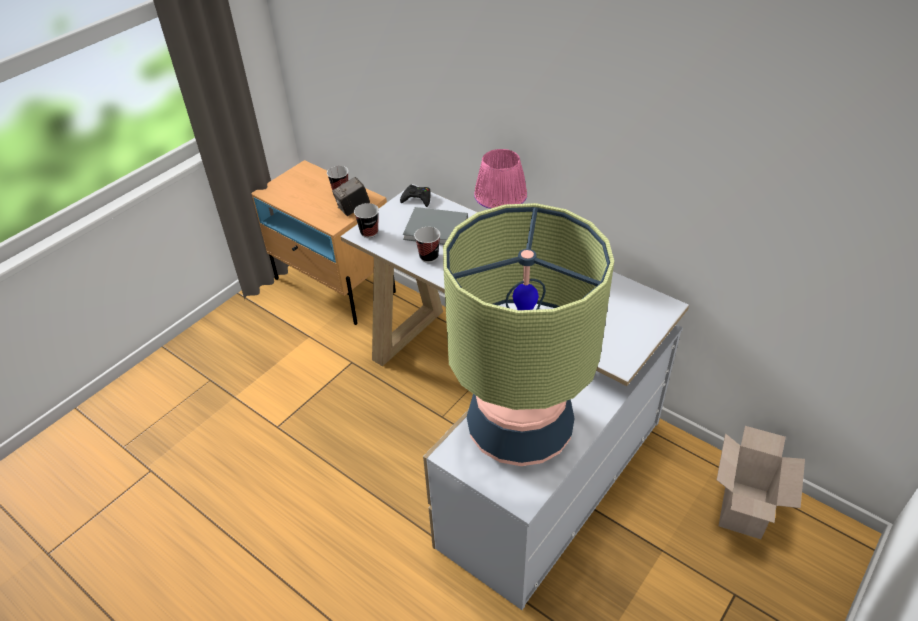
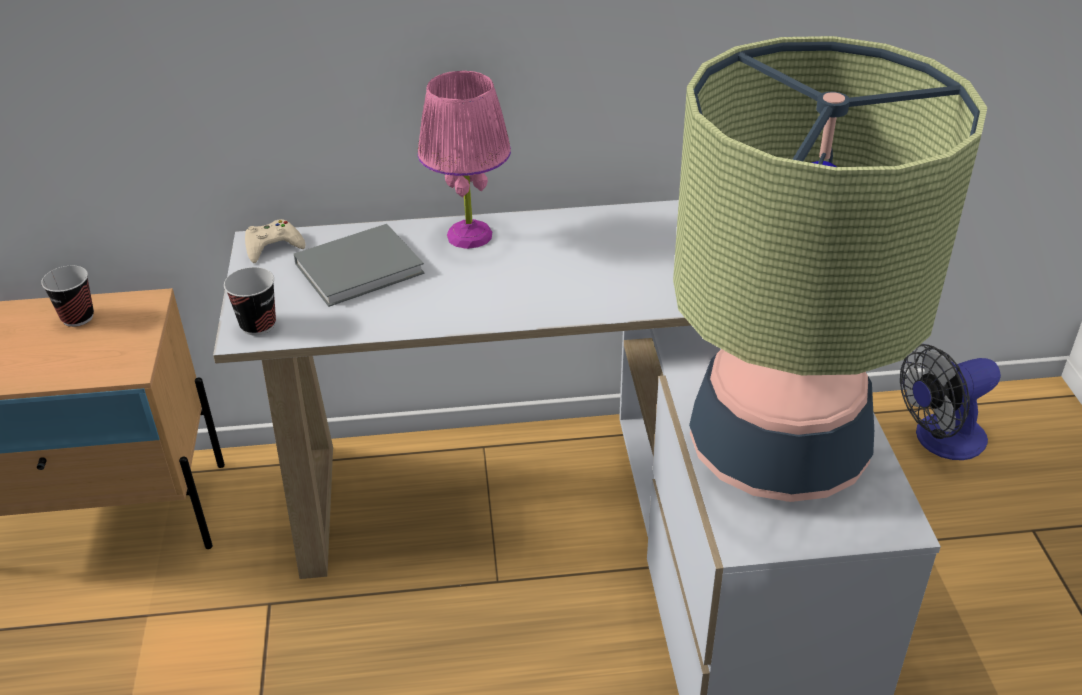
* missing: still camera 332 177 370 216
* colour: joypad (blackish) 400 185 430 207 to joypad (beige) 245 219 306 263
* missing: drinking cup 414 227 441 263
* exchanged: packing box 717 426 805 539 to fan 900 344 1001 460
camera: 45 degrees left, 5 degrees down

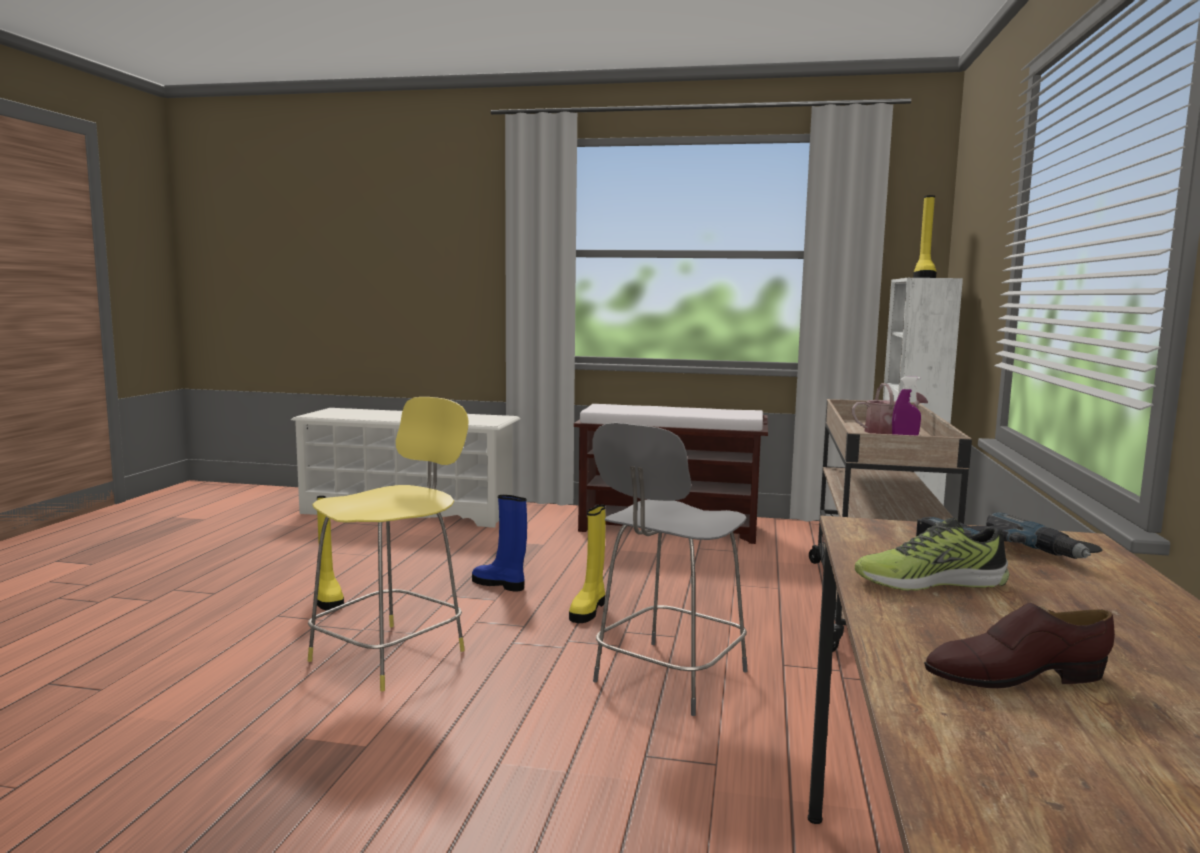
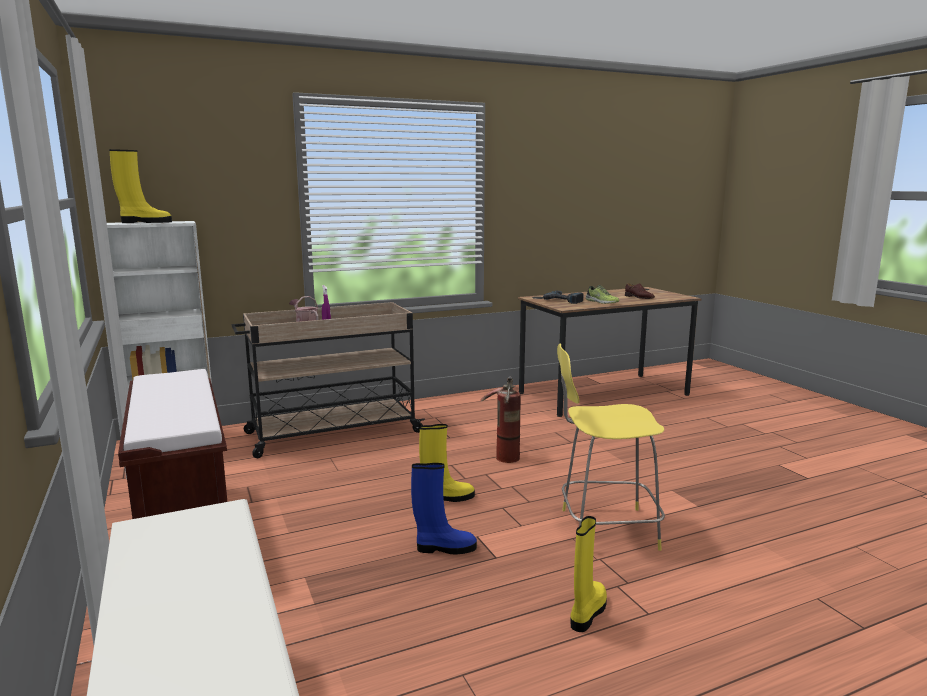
* exchanged: stool (gray) 592 423 748 716 to extinguisher 481 377 521 463
* spun: tall boot (bluish) 472 495 527 592 = 411 463 477 554 90 degrees counterclockwise
camera: 125 degrees left, 5 degrees up

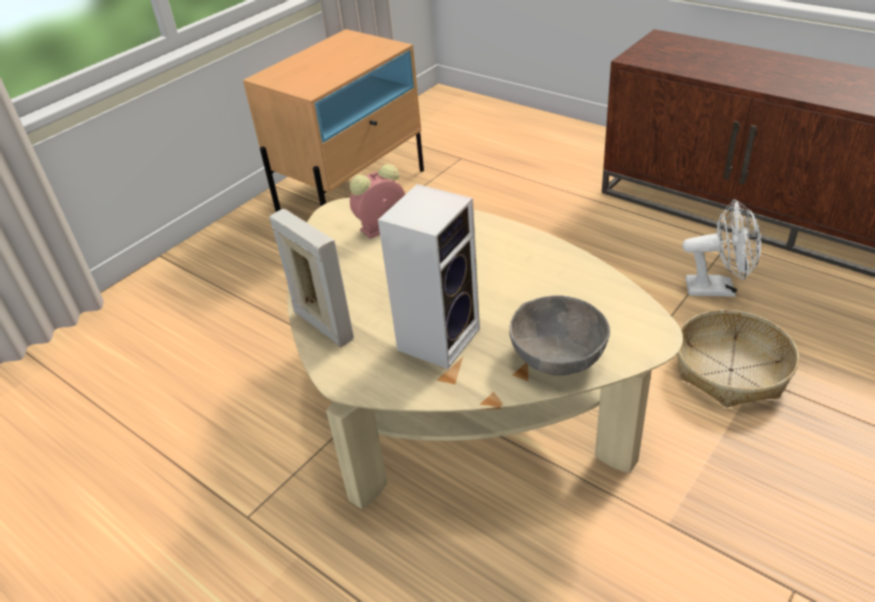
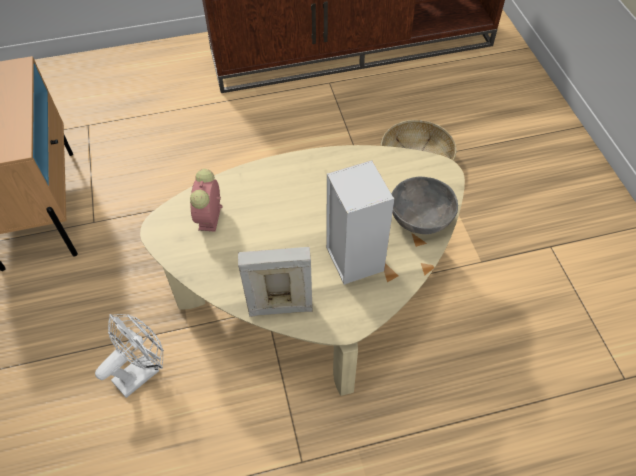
* relocated: fan (white-coloured) 682 199 761 297 to 95 314 164 398
camera: 55 degrees left, 15 degrees up

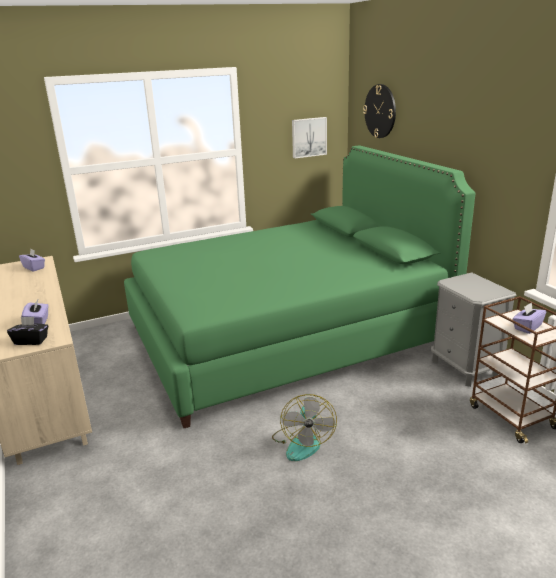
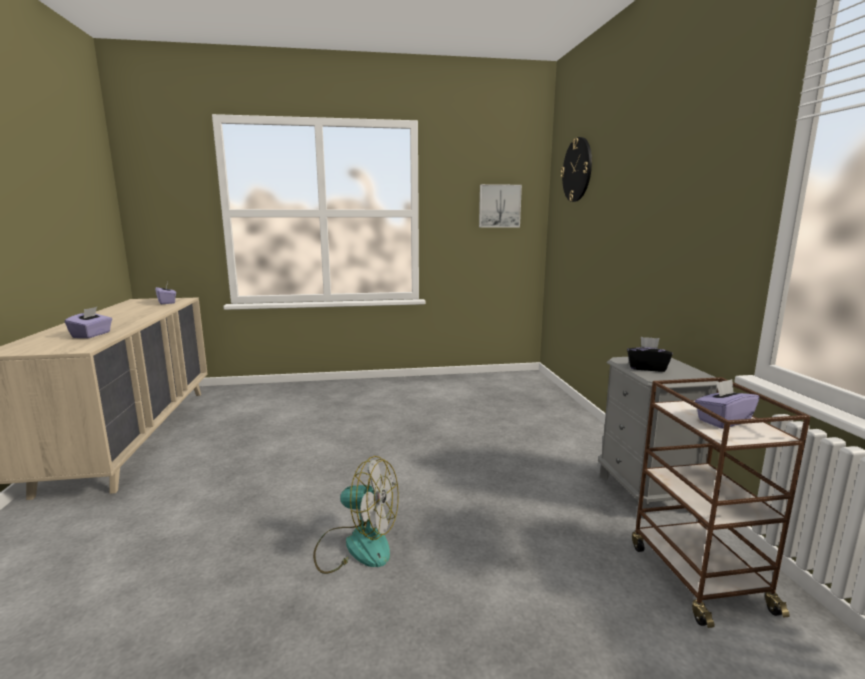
* missing: bedroom bed (green) 124 146 475 428
* relocated: tissue box (blackish) 7 317 48 345 to 627 337 673 372
* spun: fan 272 394 337 461 = 313 456 399 574 90 degrees counterclockwise
camera: 15 degrees right, 10 degrees down

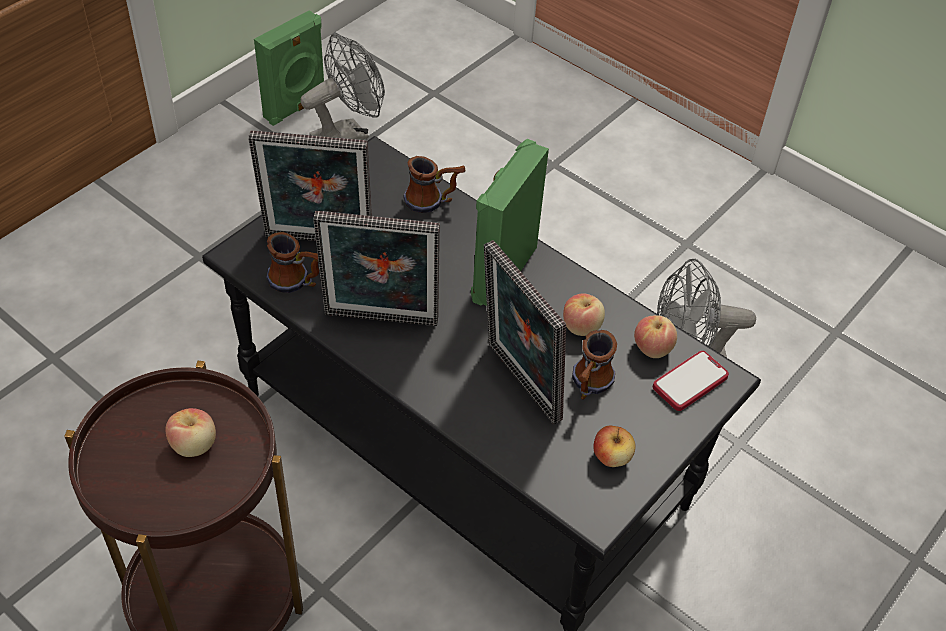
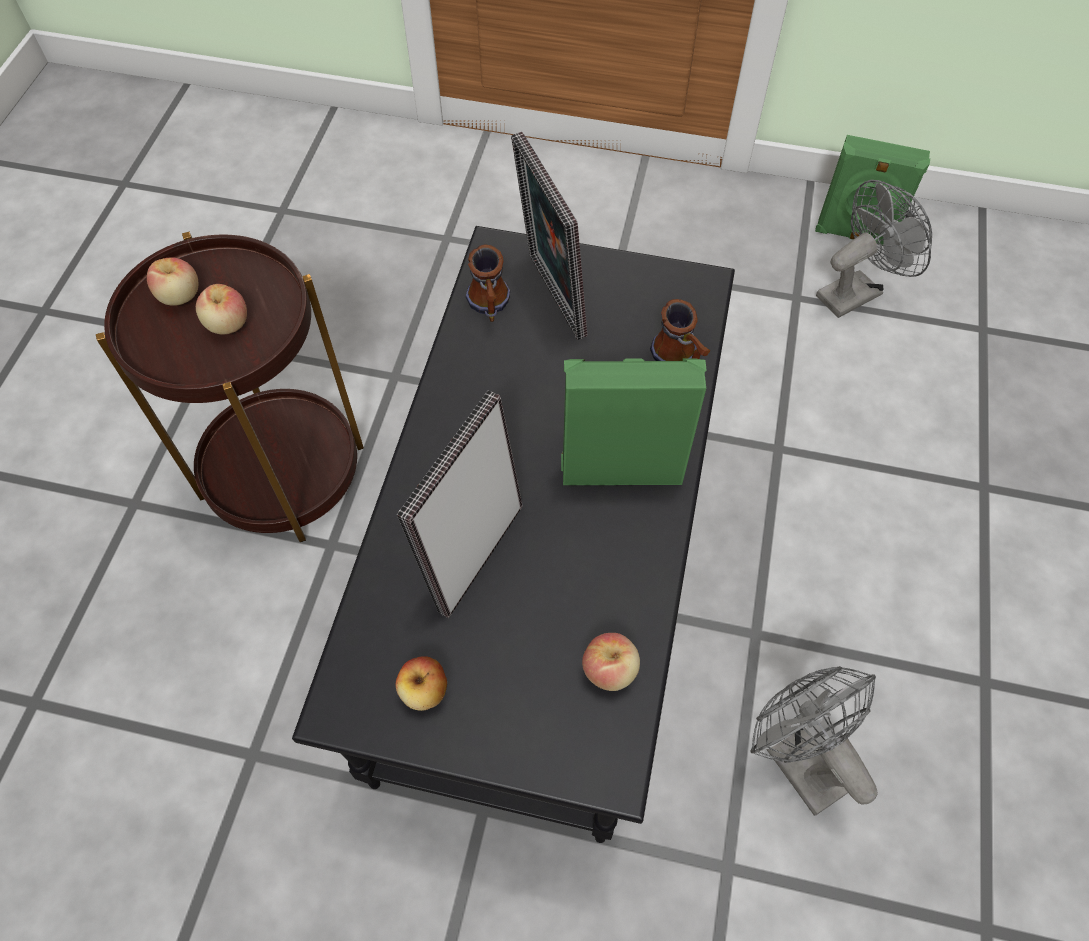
* spun: fan (gray) 300 34 385 140 = 816 180 932 318 60 degrees counterclockwise
* missing: picture frame 313 211 440 326
* relocated: apple fruit 563 293 605 336 to 147 258 198 306
* missing: coffee mug 572 330 617 400
* missing: handset 653 351 729 411
camera: 65 degrees right, 10 degrees up

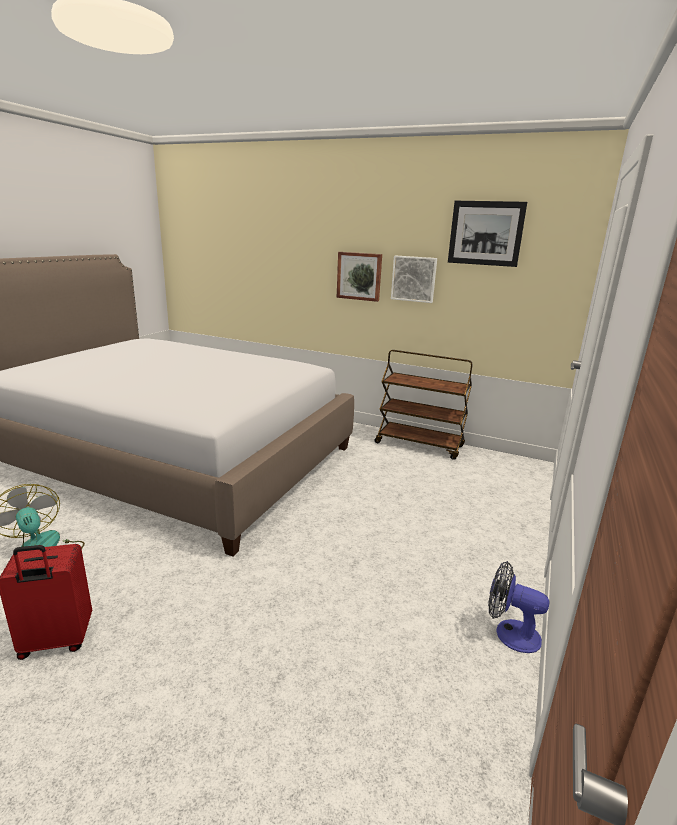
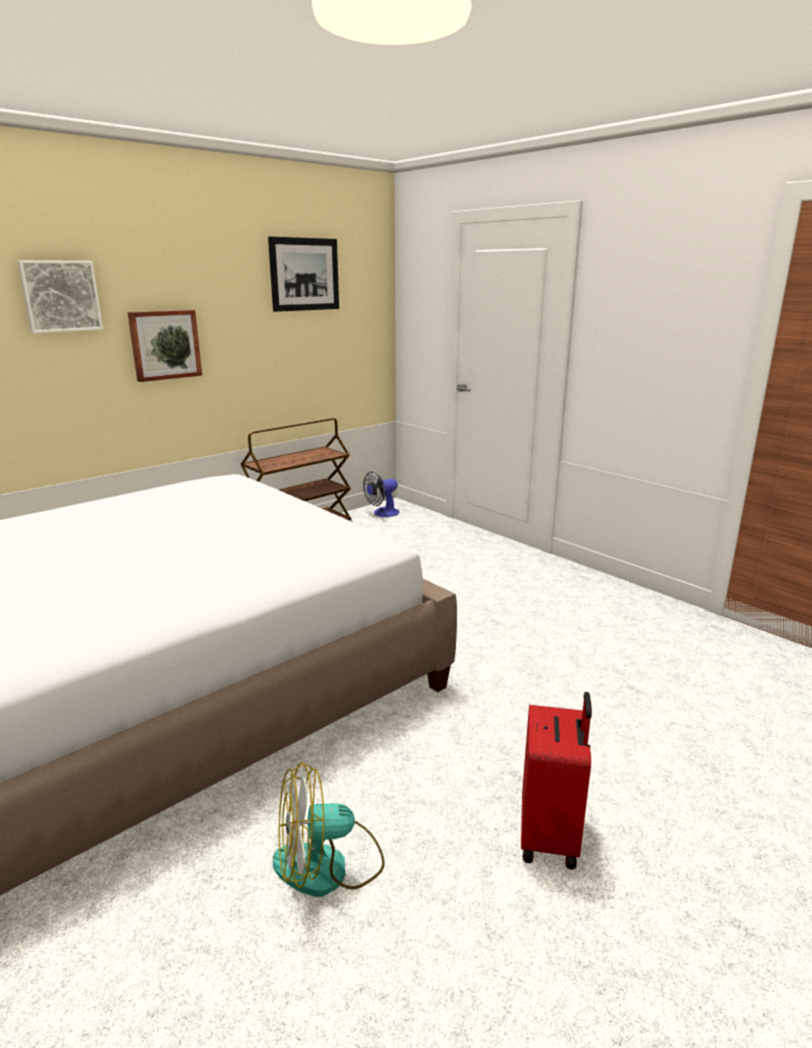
* relocated: wall art 391 256 437 303 to 17 260 103 333
* relocated: fan 488 561 549 653 to 363 472 399 517
camera: 65 degrees left, 0 degrees up

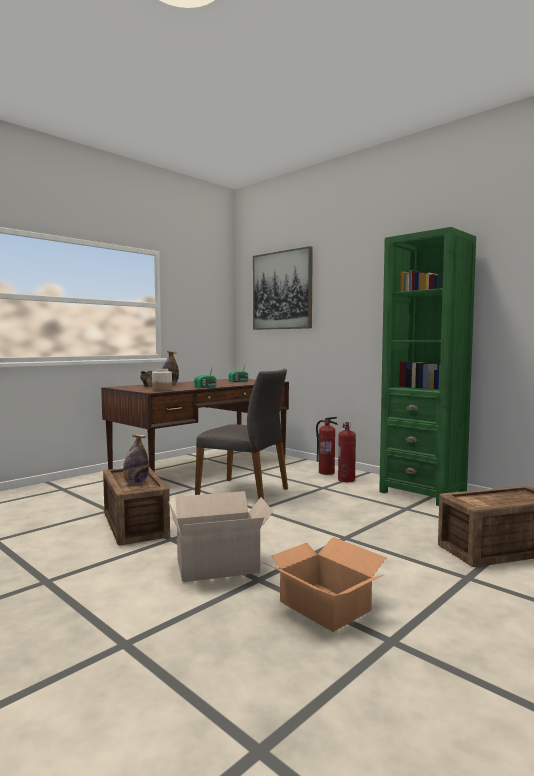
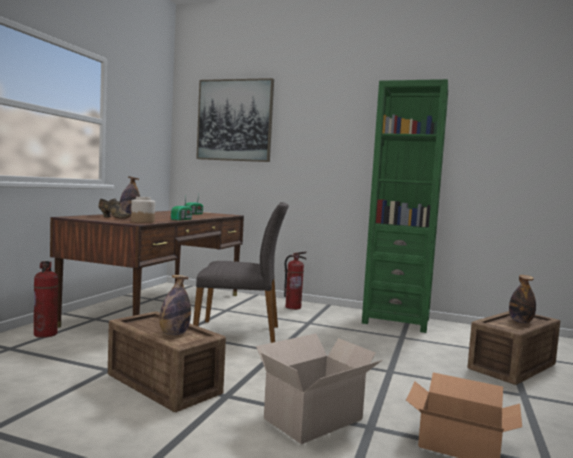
* relocated: extinguisher 338 422 356 482 to 34 261 58 338
* appeared: drink bottle 509 275 536 323
camera: 25 degrees left, 0 degrees up

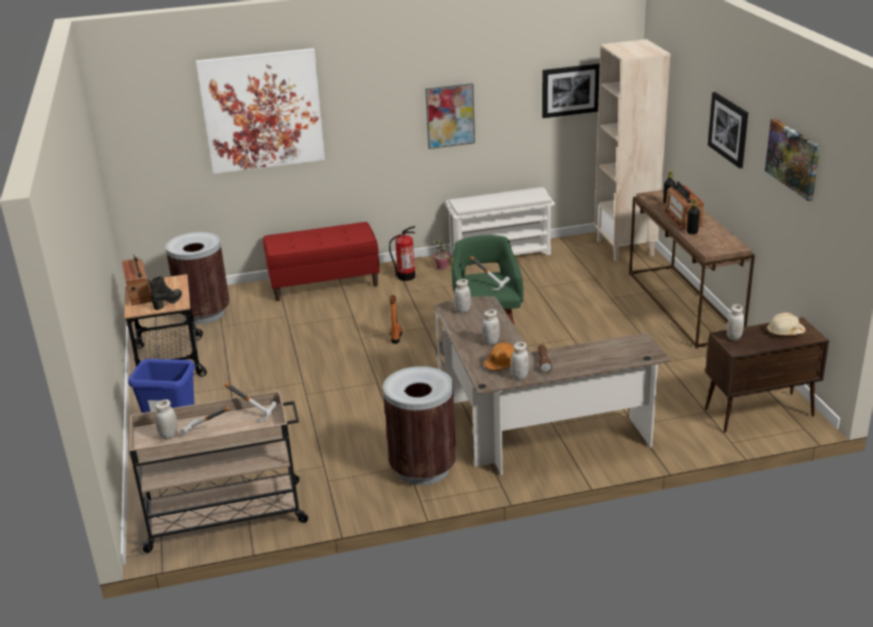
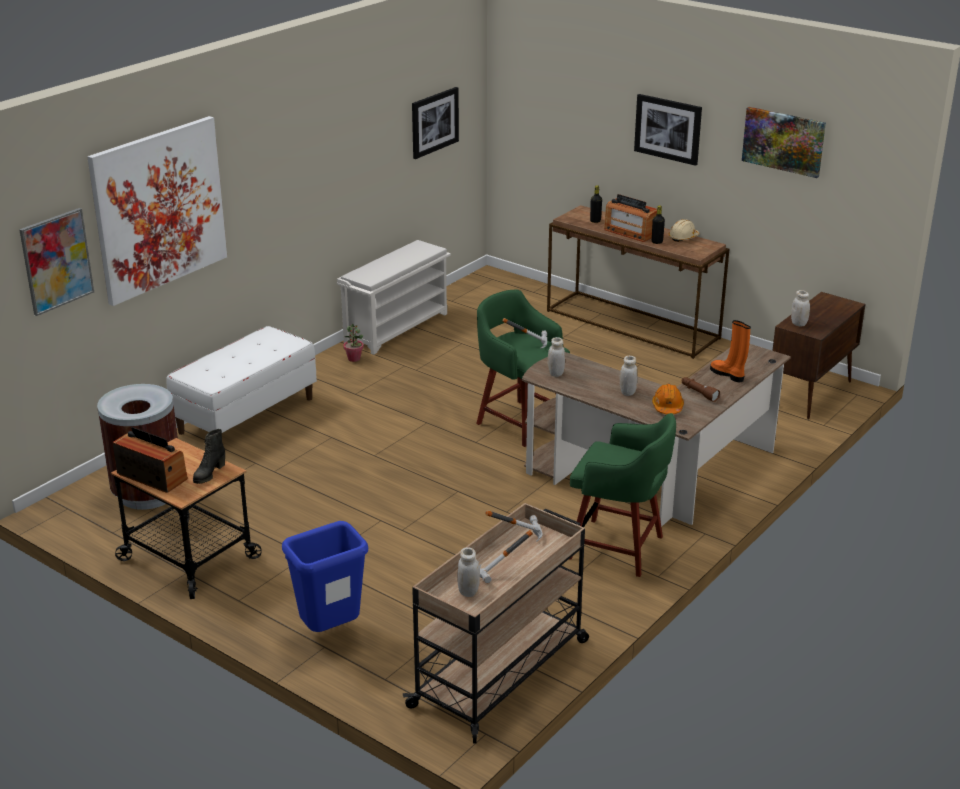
* missing: bookcase (beige) 594 39 671 262
* relocated: wall art 425 83 475 149 to 19 208 94 316
* colour: bench (reddish) 263 222 380 301 to bench (white-coloured) 166 326 317 435
* missing: extinguisher 389 226 415 281
* spun: tall boot (blackish) 149 276 182 310 = 193 429 225 484 150 degrees counterclockwise
* relocated: tall boot (orangey) 390 295 402 344 to 710 320 751 382
* relocated: work helmet (beige) 767 312 806 336 to 669 219 700 242
* missing: storage jar (white-coloured) 511 342 529 380
* exchanged: waste bin (brownish) 383 366 456 485 to stool (green) 570 413 676 577
camera: 40 degrees left, 0 degrees up

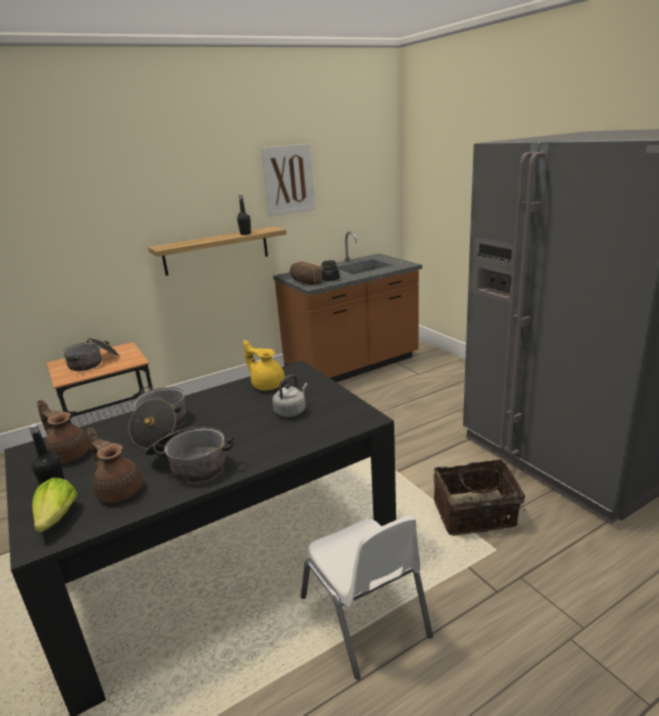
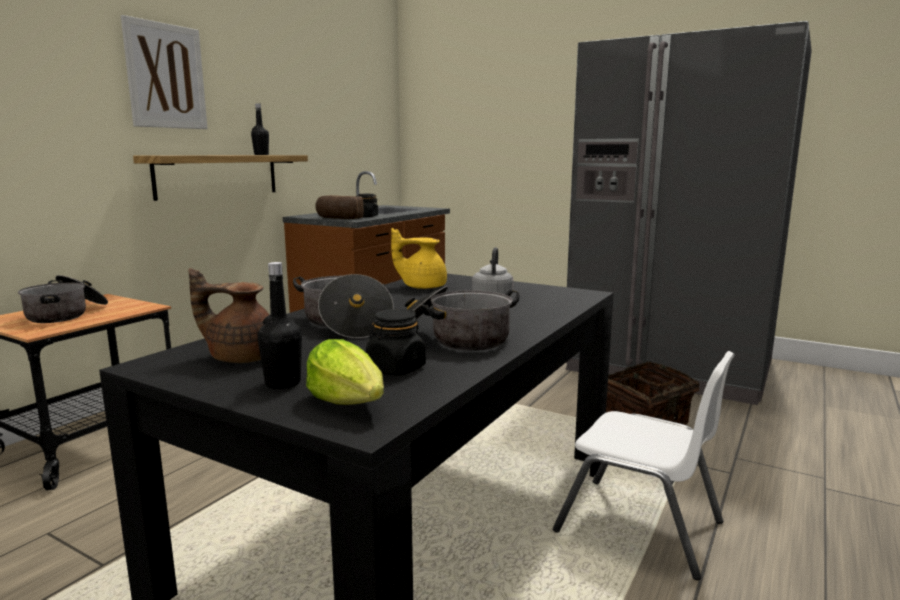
* relocated: wall art 261 143 315 217 to 121 15 208 129
* exchanged: pot for tea (brownish) 87 428 143 503 to storage jar (blackish) 365 309 426 376
camera: 30 degrees left, 10 degrees down

